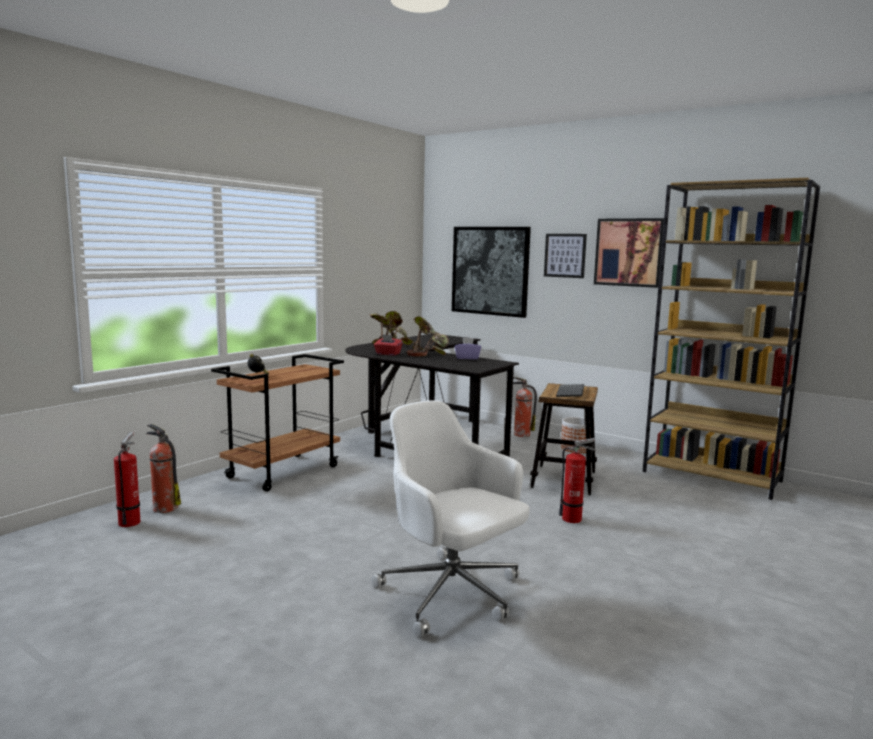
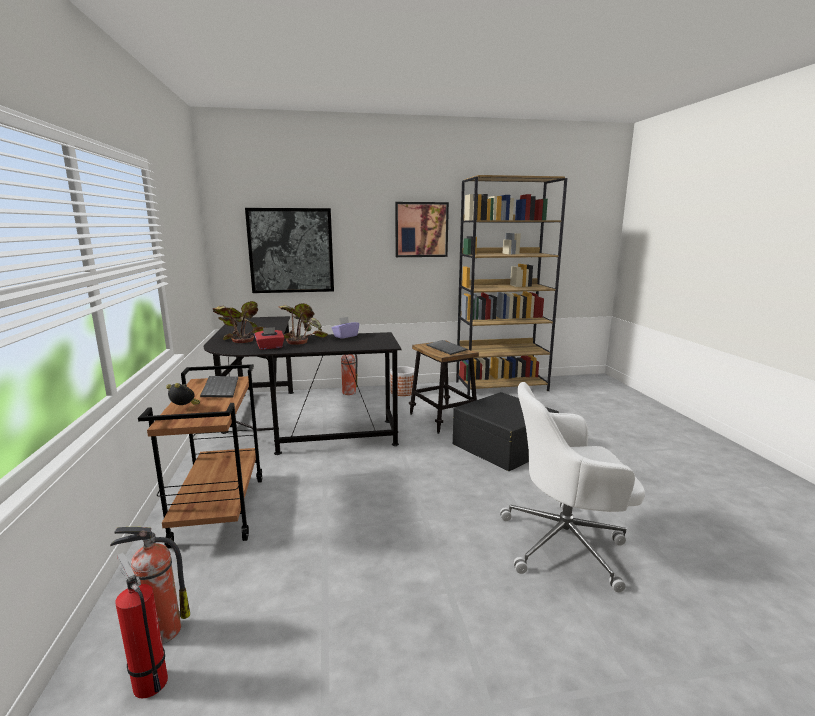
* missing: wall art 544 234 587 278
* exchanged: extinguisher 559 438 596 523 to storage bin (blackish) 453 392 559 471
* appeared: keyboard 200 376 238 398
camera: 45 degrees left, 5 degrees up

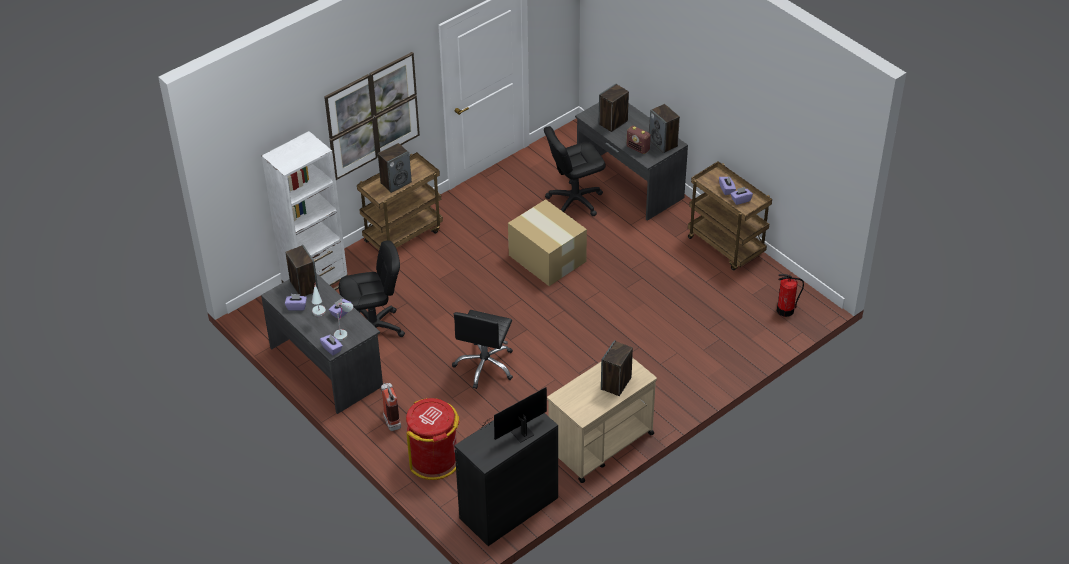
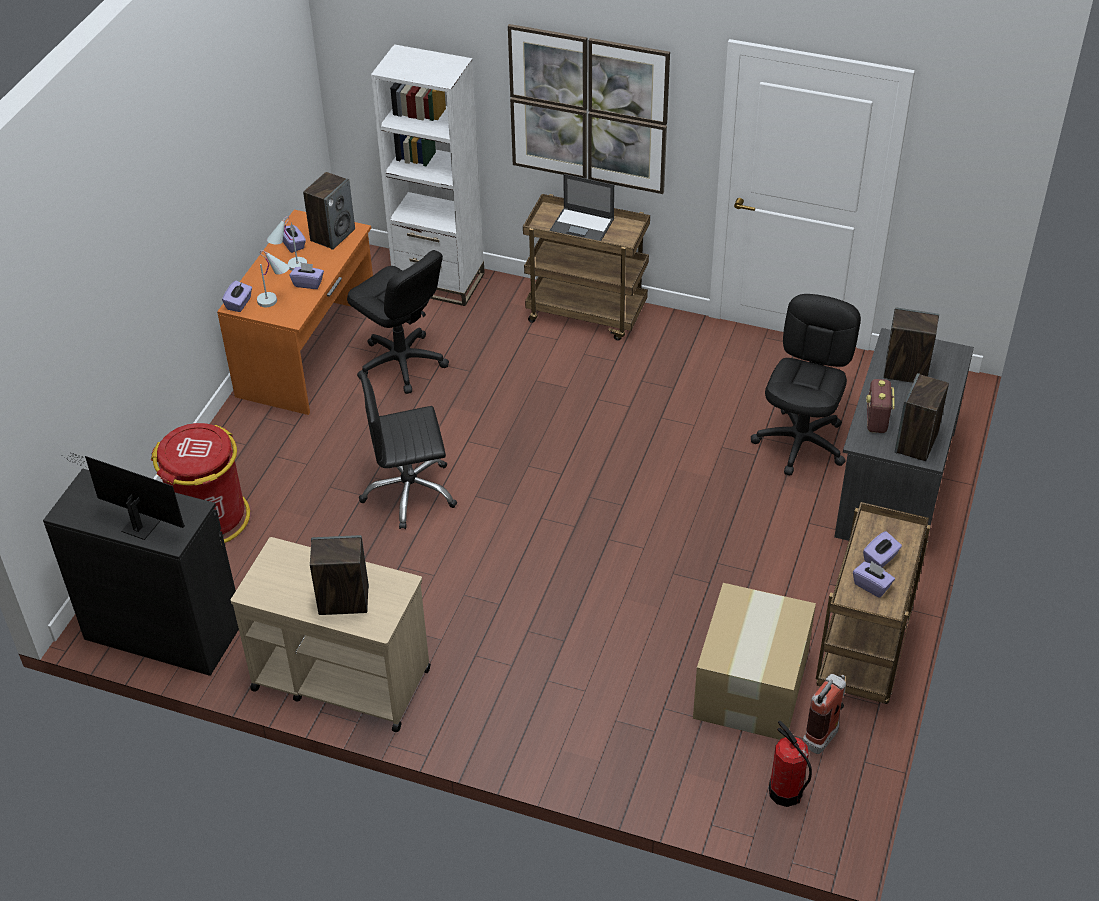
* spun: computer chair (blackish) 544 126 606 216 = 751 294 861 476 75 degrees clockwise
* exchanged: speaker 378 143 412 193 to portable computer 549 174 614 241
* relocated: packing box 508 199 587 286 to 693 583 816 740
* colour: desk unit (gray) 261 273 383 414 to desk unit (orangey) 217 210 373 415
* relocated: extinguisher 381 383 401 431 to 803 674 846 754
camera: 60 degrees right, 0 degrees up

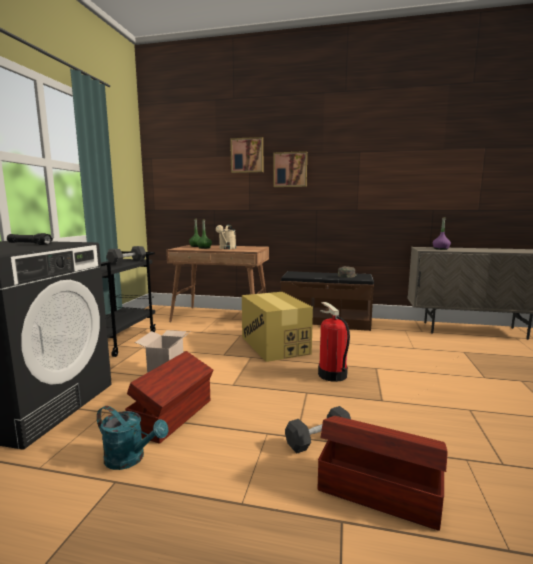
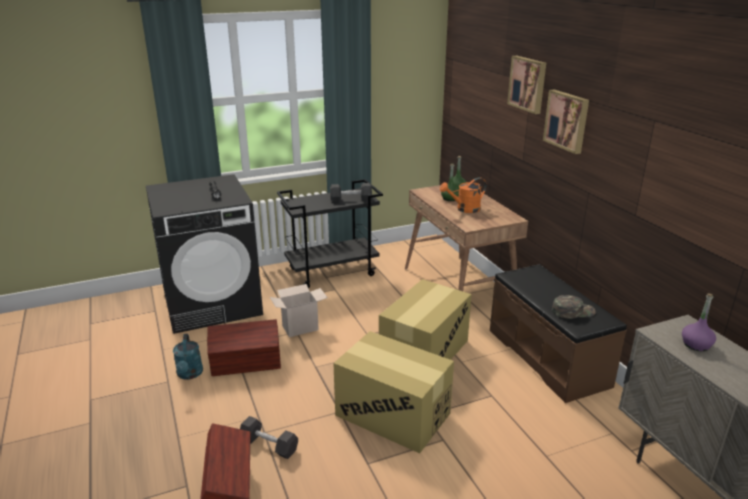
* colour: watering pot (beige) 216 224 236 249 to watering pot (orangey) 440 177 486 213
* exchanged: extinguisher 318 302 350 382 to packing box 333 331 454 453
camera: 55 degrees right, 15 degrees up

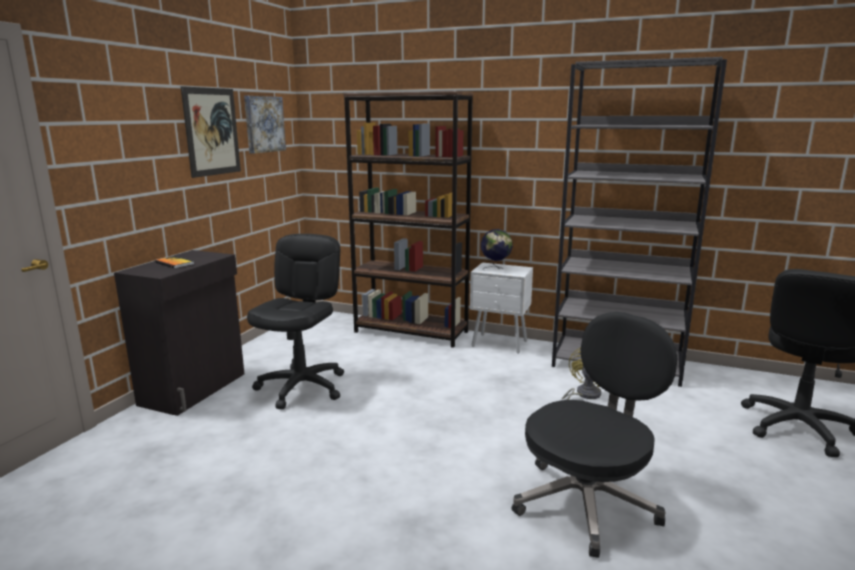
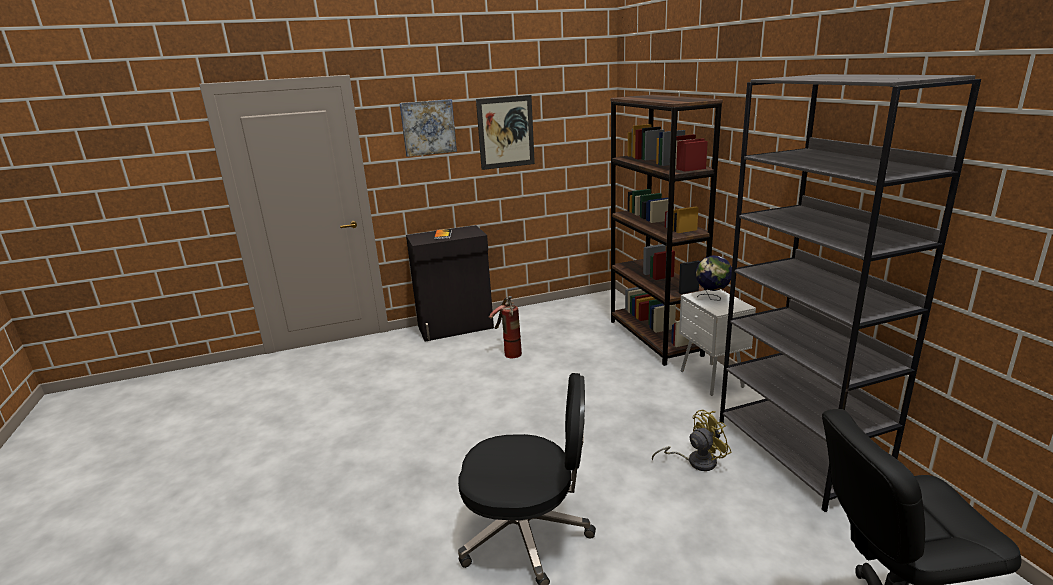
* relocated: wall art 244 96 286 154 to 399 99 457 157
* exchanged: computer chair (blackish) 247 234 344 409 to extinguisher 489 296 522 358
camera: 50 degrees right, 5 degrees up

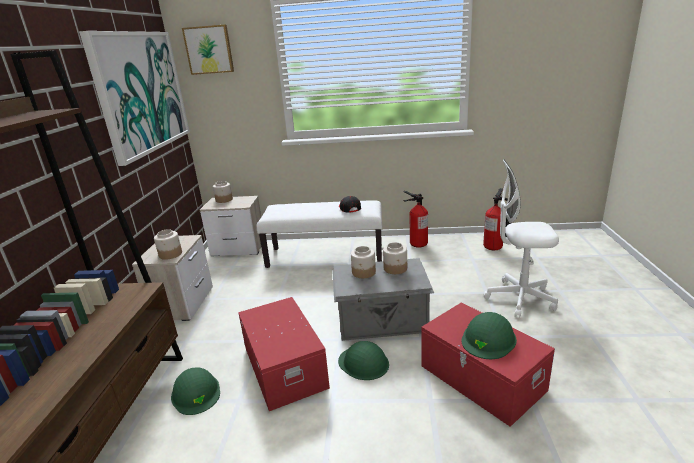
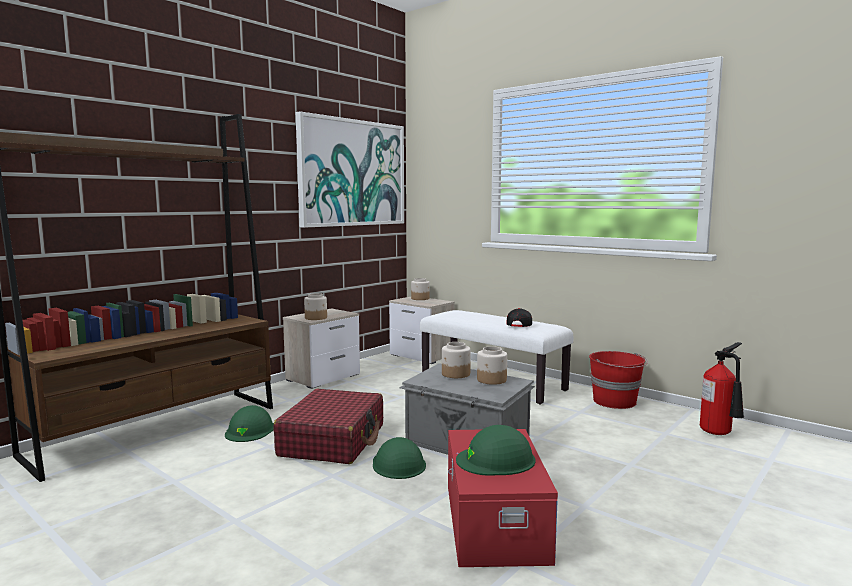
* missing: wall art 182 25 234 75
* missing: computer chair (white-coloured) 484 159 559 317
* exchanged: extinguisher 403 191 428 248 to water bucket (reddish) 589 351 648 409
* exchanged: storage bin (reddish) 238 297 330 411 to travel case (reddish) 274 389 383 464
camera: 35 degrees right, 15 degrees down

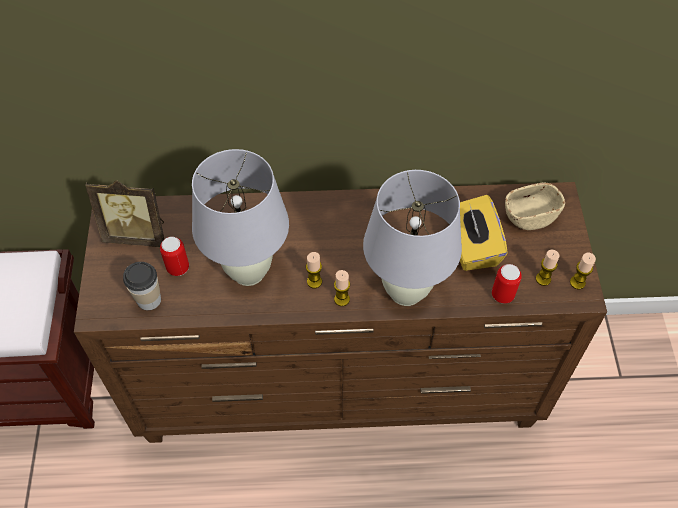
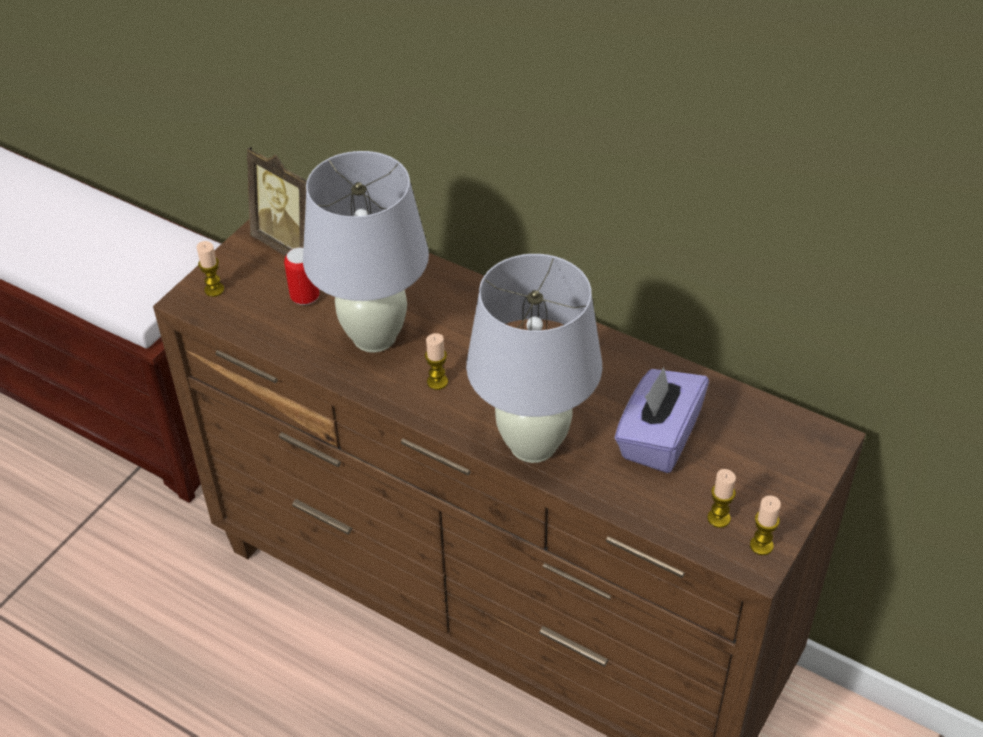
* missing: bowl (beige) 505 183 565 230
* colour: tissue box (yellow) 460 195 508 271 to tissue box (purple-coloured) 614 367 709 473
* missing: drinking cup 123 262 161 310
* missing: can 492 264 522 304
* relocated: candle 334 270 350 306 to 197 241 224 297
camera: 35 degrees right, 10 degrees down

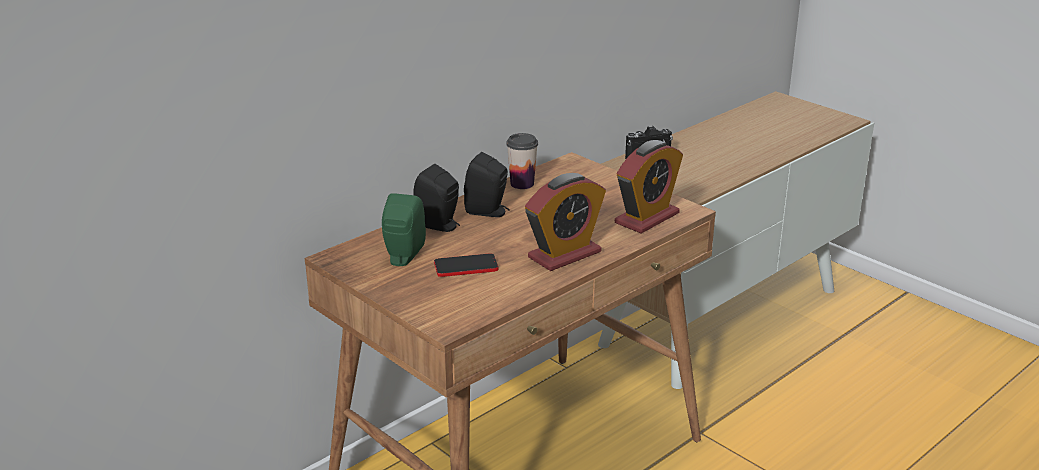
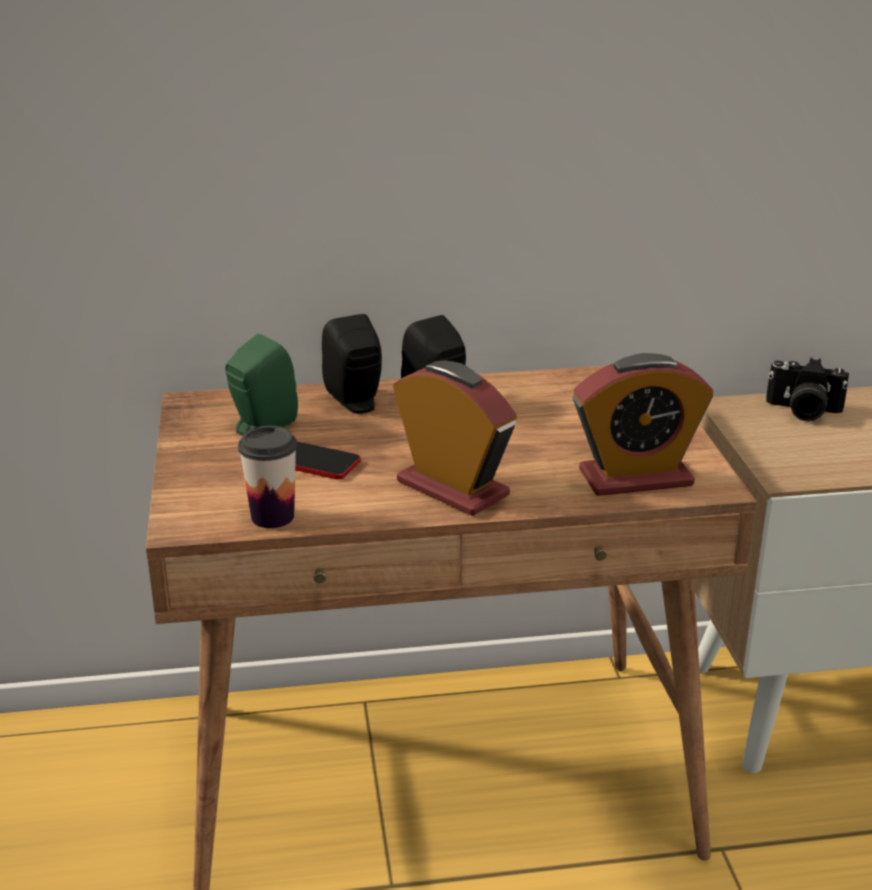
* relocated: drinking cup 506 133 538 189 to 238 426 297 528
* spun: bedside clock 525 173 606 271 = 393 361 517 516 135 degrees counterclockwise
camera: 35 degrees right, 0 degrees up

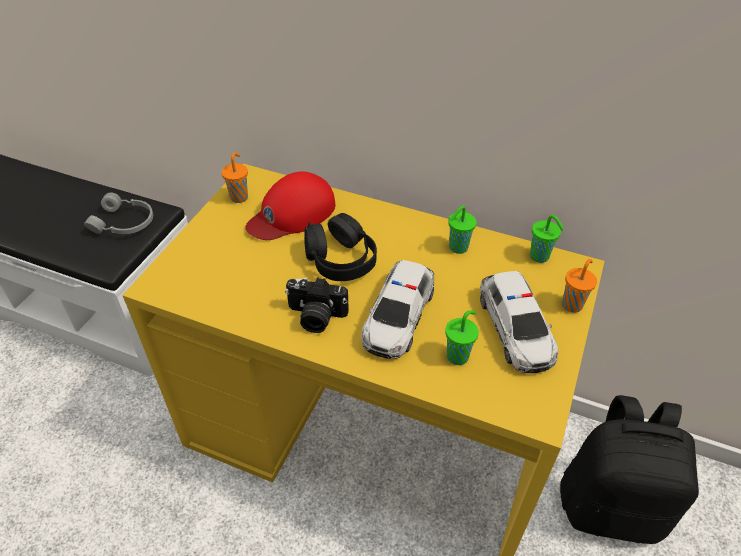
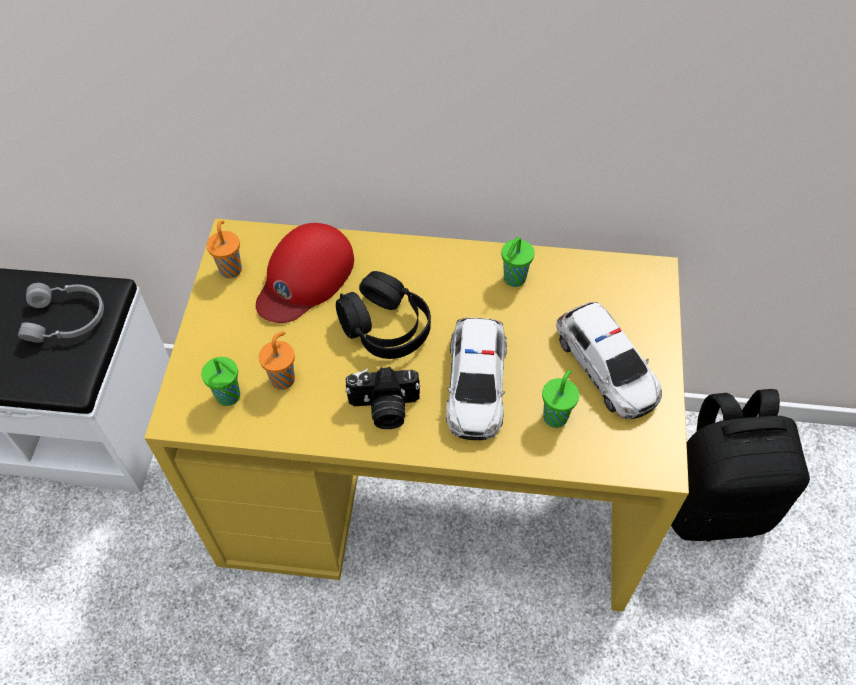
* relocated: drinking cup (green) 530 215 564 263 to 201 357 240 406
* relocated: drinking cup (orangey) 562 259 597 313 to 259 331 295 390
camera: 15 degrees left, 10 degrees up

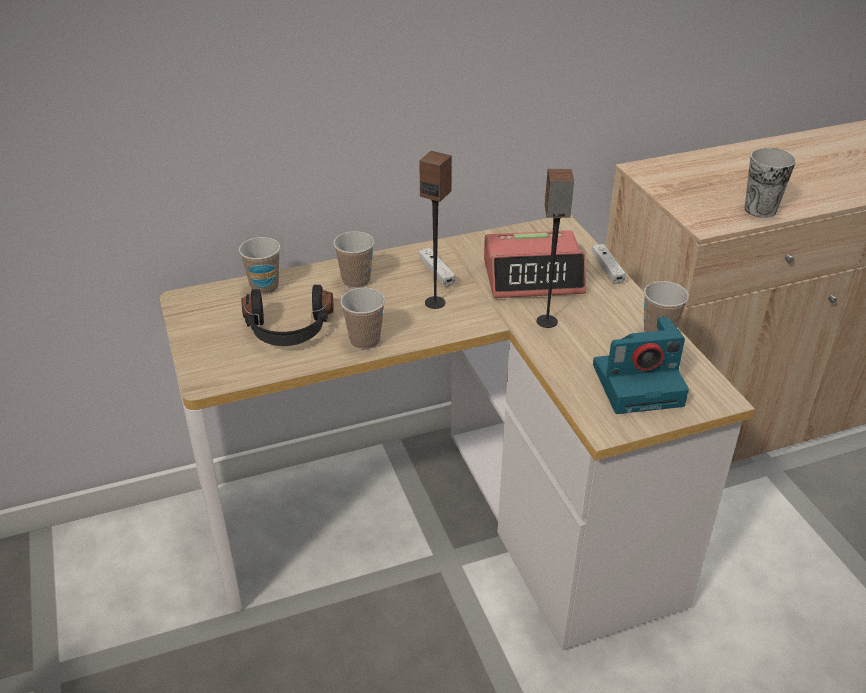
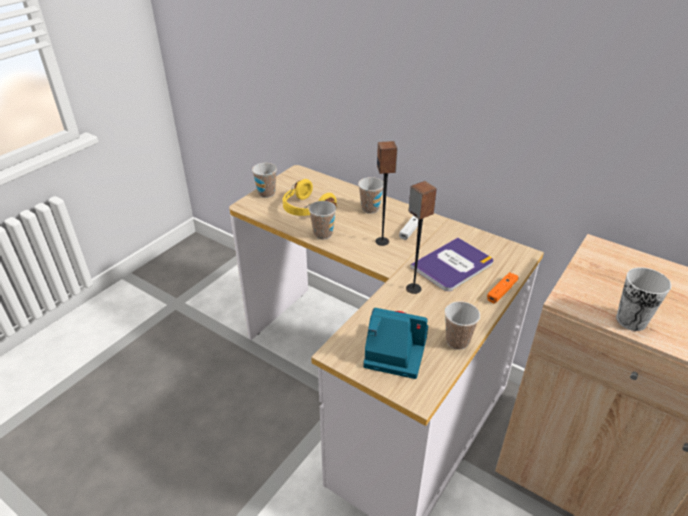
* exchanged: bedside clock 484 230 586 298 to book 410 238 494 291
* relocated: drinking cup 239 237 280 295 to 252 163 277 198
* colour: joypad (white-coloured) 591 244 626 284 to joypad (orangey) 487 272 519 304
* colour: headset (blackish) 241 285 333 346 to headset (yellow) 283 179 337 216
* spun: still camera 593 317 689 414 = 363 308 428 379 150 degrees clockwise
camera: 55 degrees right, 0 degrees up

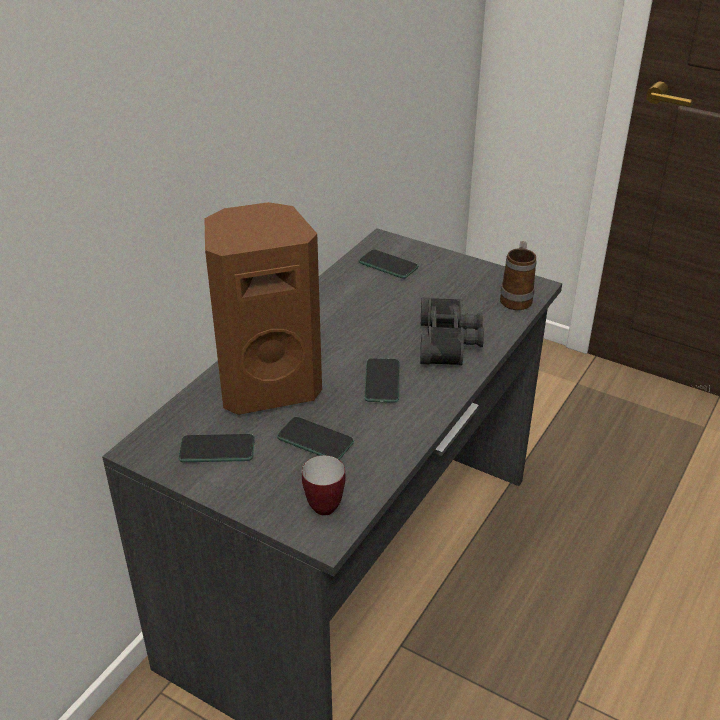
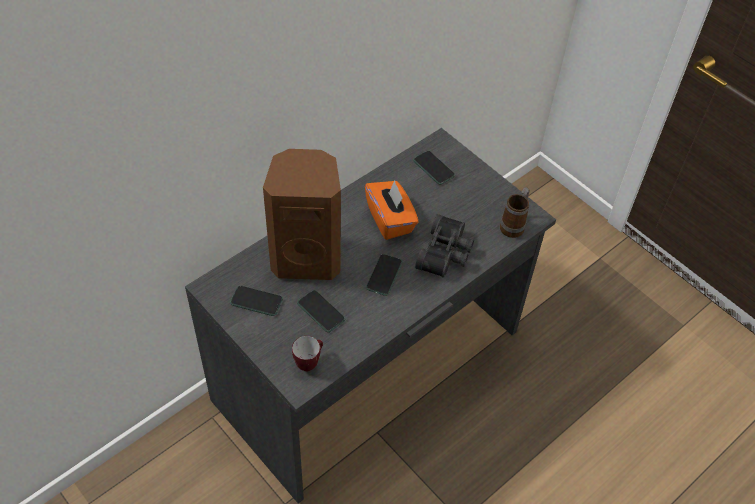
* appeared: tissue box (orangey) 365 180 419 240
camera: 15 degrees right, 15 degrees up

